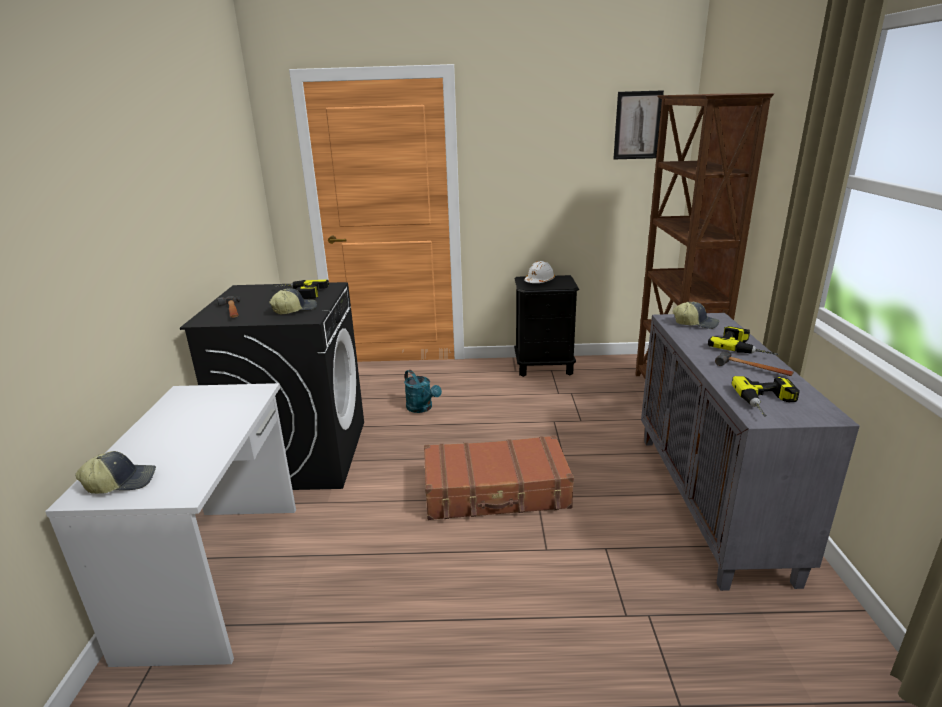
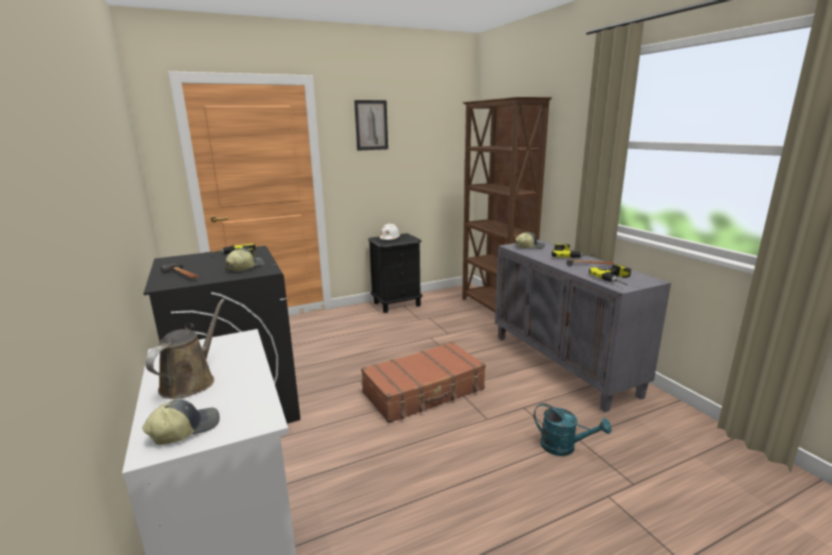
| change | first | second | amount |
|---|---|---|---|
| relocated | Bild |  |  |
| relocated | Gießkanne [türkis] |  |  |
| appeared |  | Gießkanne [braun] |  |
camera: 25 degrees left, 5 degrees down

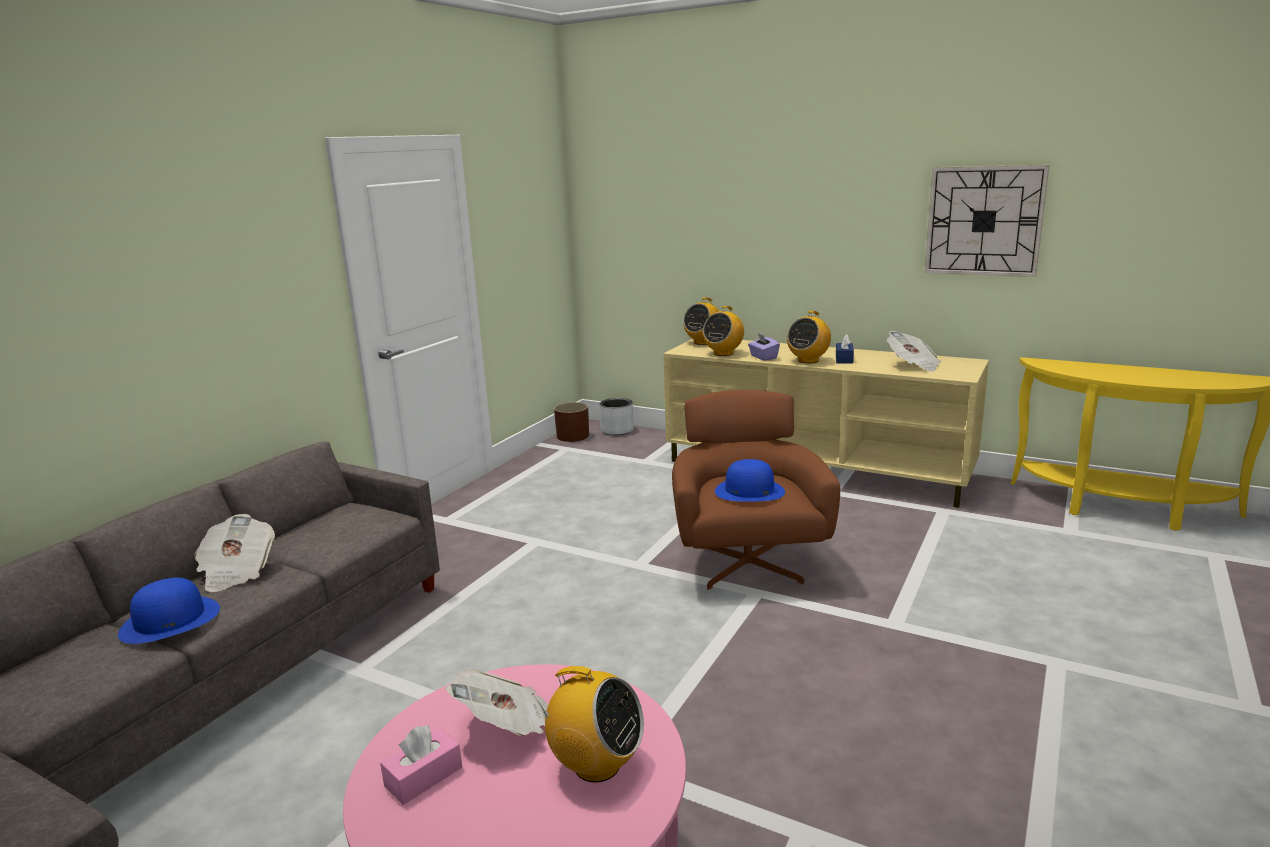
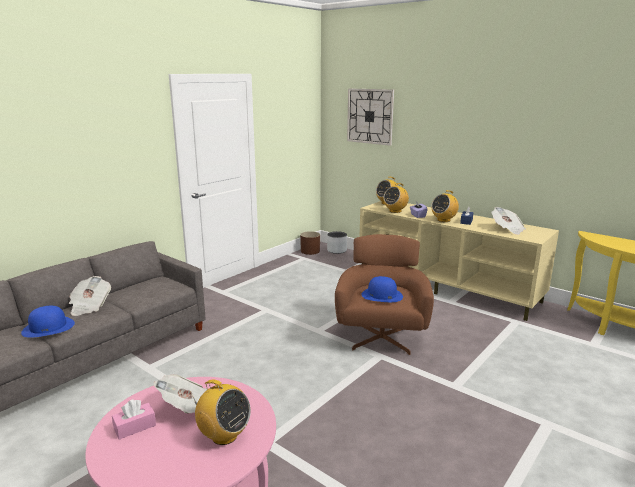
| change | first | second | amount |
|---|---|---|---|
| relocated | Wanduhr |  |  |
camera: 10 degrees right, 0 degrees up

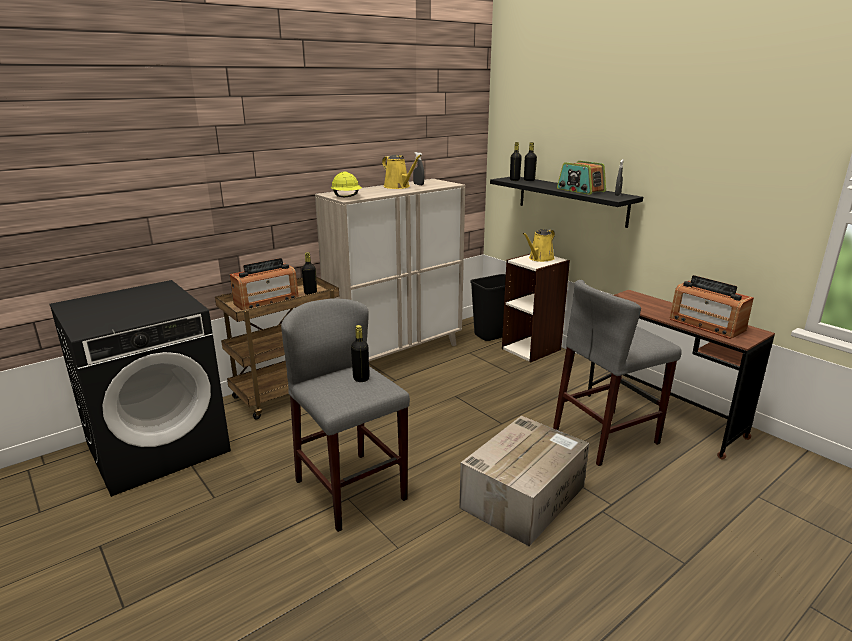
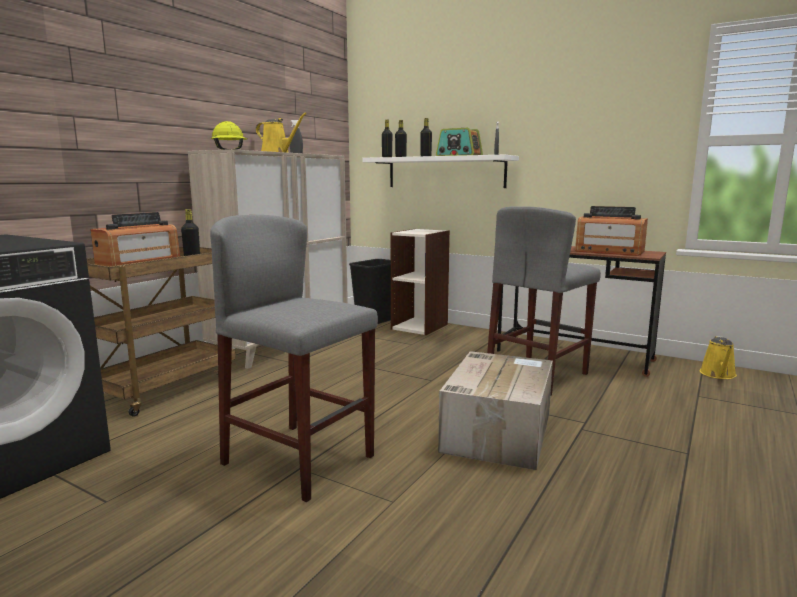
| change | first | second | amount |
|---|---|---|---|
| colour | Wandregal [schwarz] | Wandregal [weiß] |  |
| relocated | Gießkanne [gelb] (no. 2 from left) |  |  |
| relocated | Flasche [schwarz] (no. 2 from left in the first image) | Flasche [schwarz] (no. 4 from left) |  |
camera: 20 degrees left, 10 degrees down

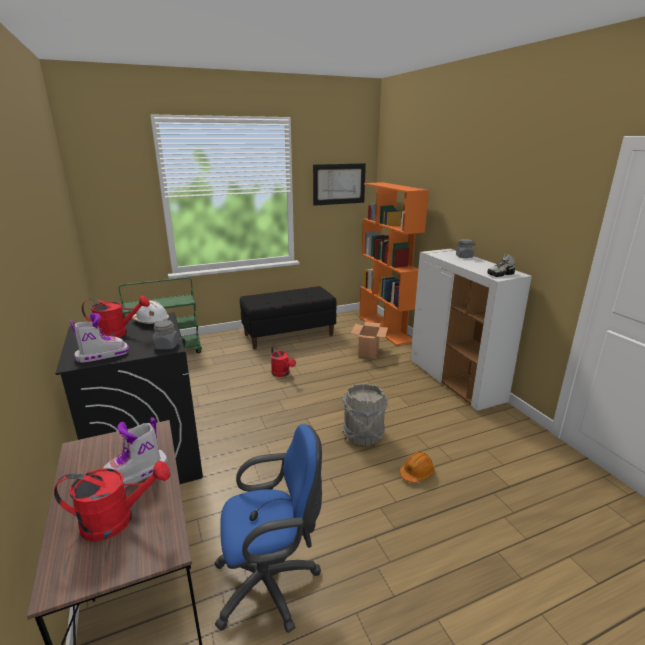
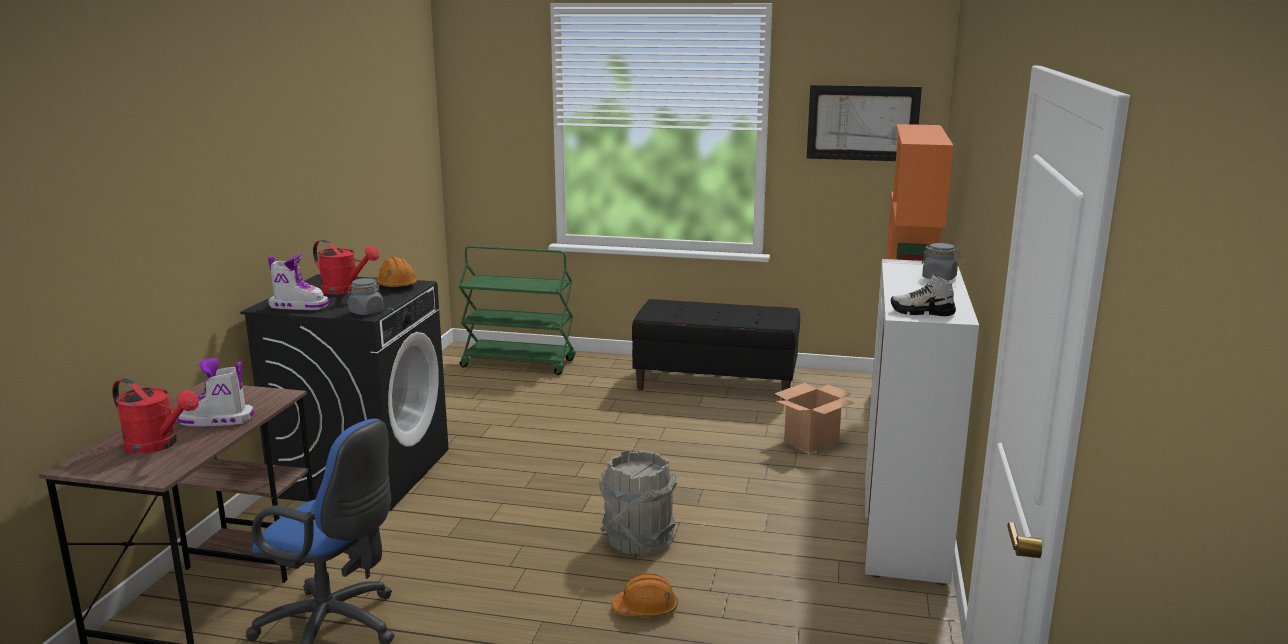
| change | first | second | amount |
|---|---|---|---|
| colour | Schutzhelm [weiß] | Schutzhelm [orange] (no. 1 from left) |  |
| missing | Gießkanne [rot] (no. 3 from left) |  |  |
camera: 35 degrees right, 5 degrees down

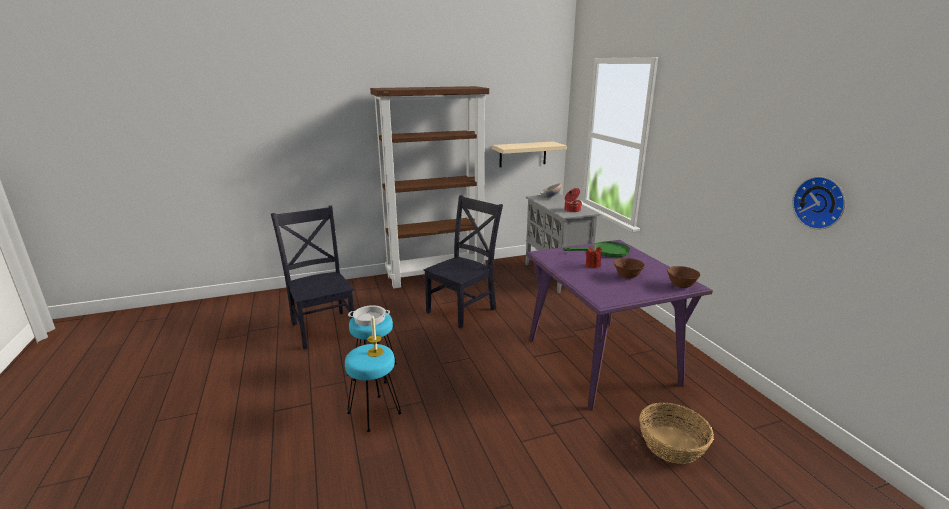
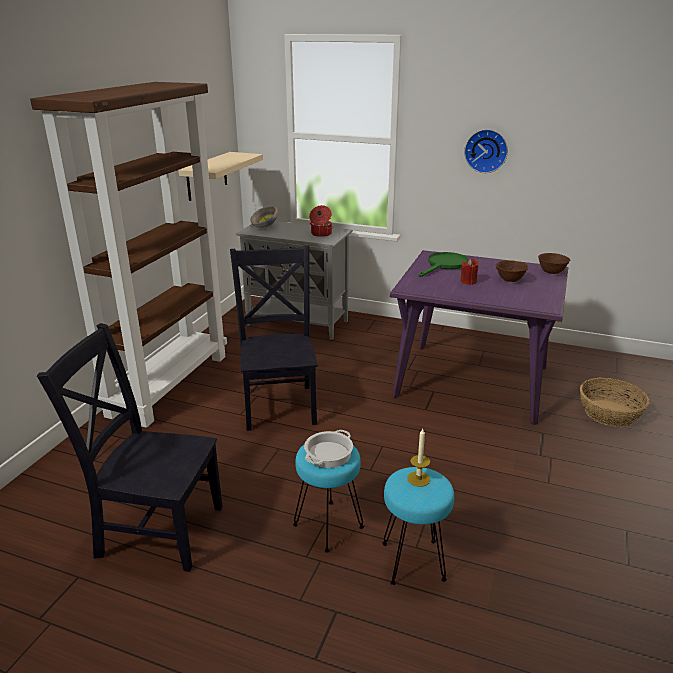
| change | first | second | amount |
|---|---|---|---|
| relocated | Wanduhr |  |  |
camera: 50 degrees left, 5 degrees up

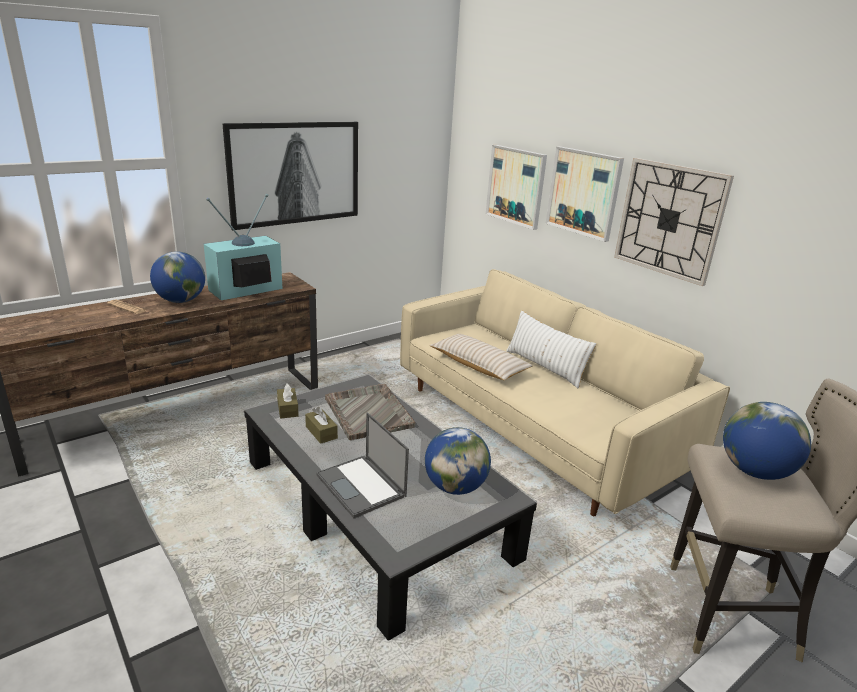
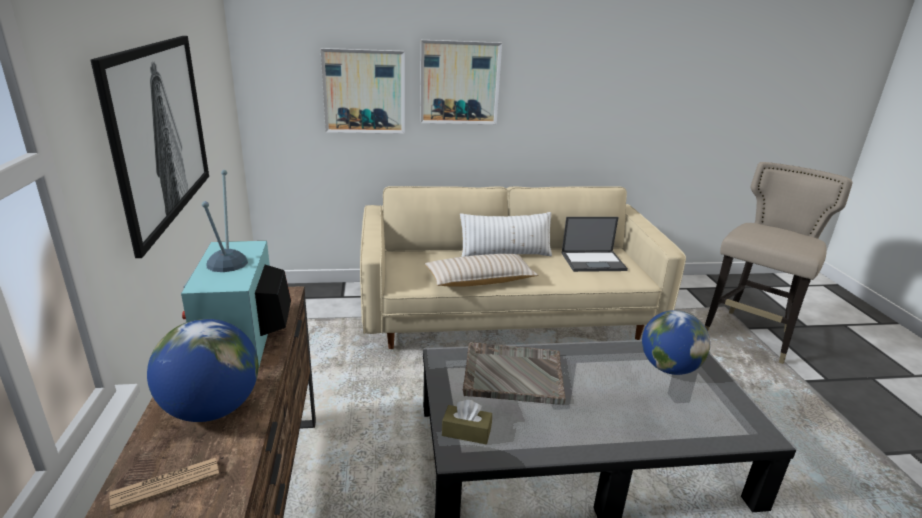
| change | first | second | amount |
|---|---|---|---|
| missing | Wanduhr |  |  |
| missing | Globus (no. 3 from left) |  |  |
| missing | Taschentuchbox [braun] (no. 2 from left) |  |  |
| relocated | Laptop |  |  |
camera: 60 degrees left, 0 degrees up

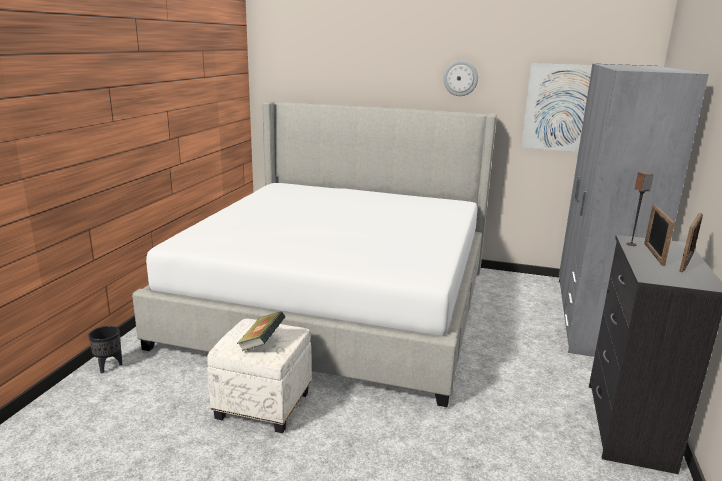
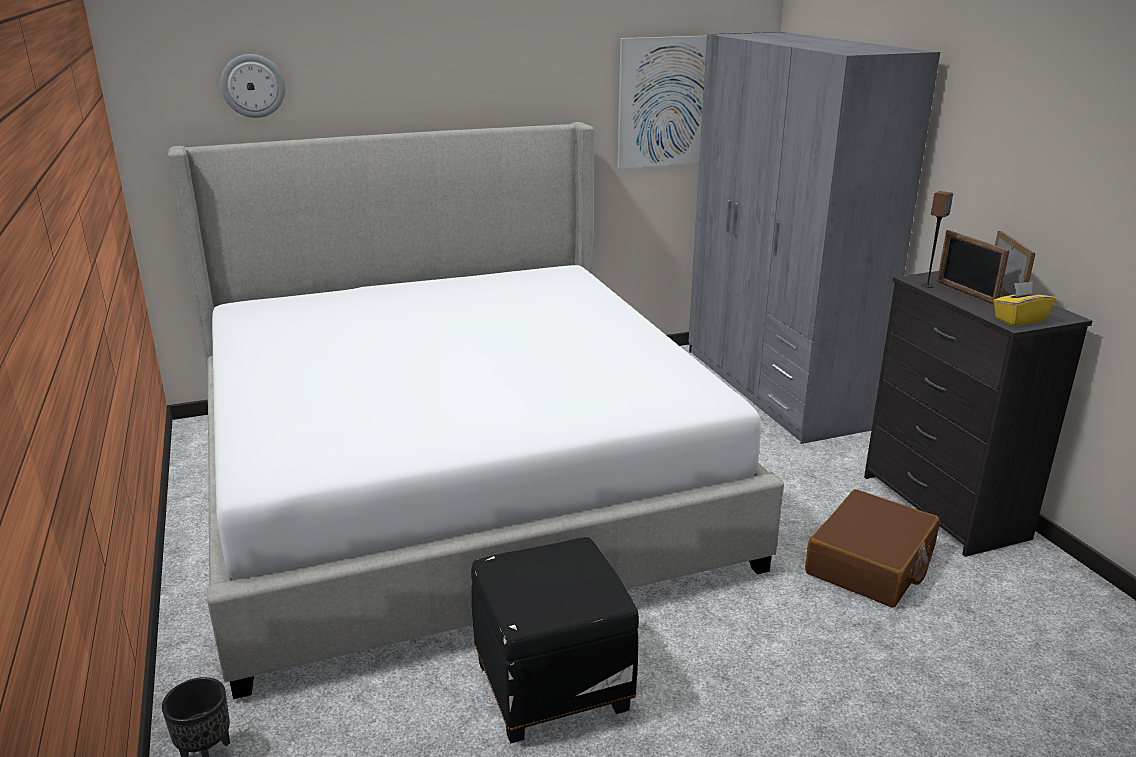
| change | first | second | amount |
|---|---|---|---|
| relocated | Wanduhr |  |  |
| missing | Buch |  |  |
| colour | Polsterhocker [weiß] | Polsterhocker [schwarz] |  |
| appeared |  | Taschentuchbox [gelb] |  |
| appeared |  | Koffer [braun] |  |
camera: 35 degrees left, 5 degrees up

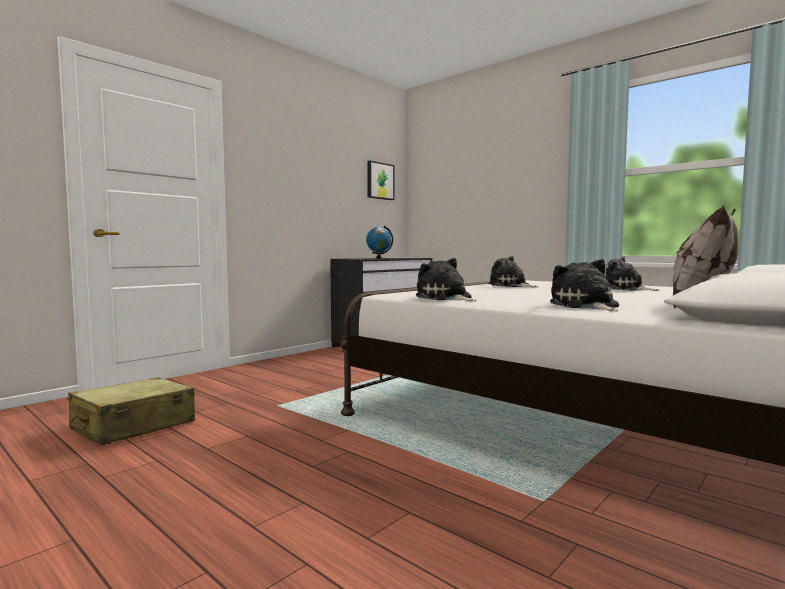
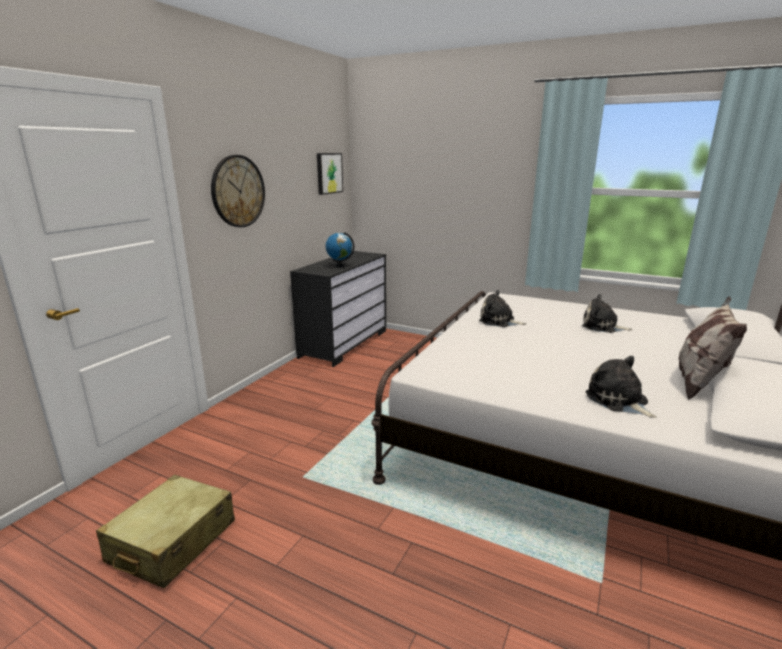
| change | first | second | amount |
|---|---|---|---|
| missing | Plüschtier (no. 1 from left) |  |  |
| appeared |  | Wanduhr |  |
camera: 15 degrees left, 15 degrees up

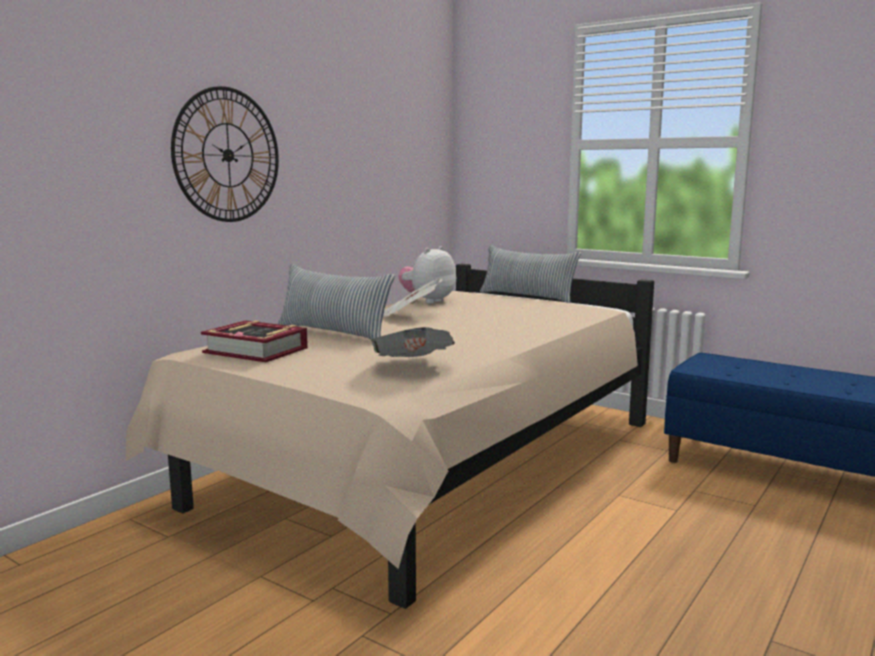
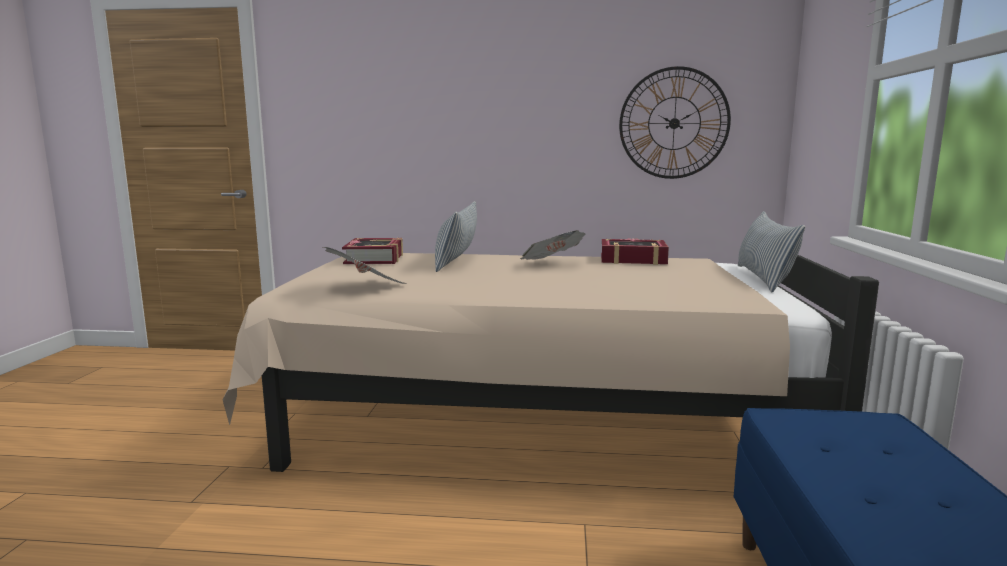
| change | first | second | amount |
|---|---|---|---|
| relocated | Wanduhr |  |  |
| exchanged | Plüschtier | Buch (no. 2 from left) |  |
camera: 60 degrees right, 0 degrees up

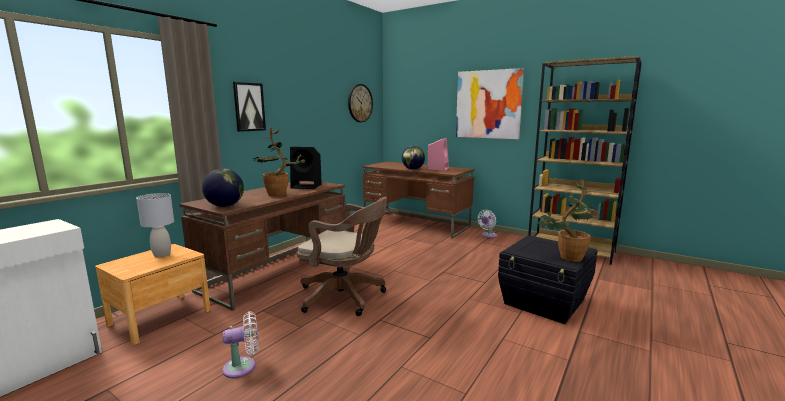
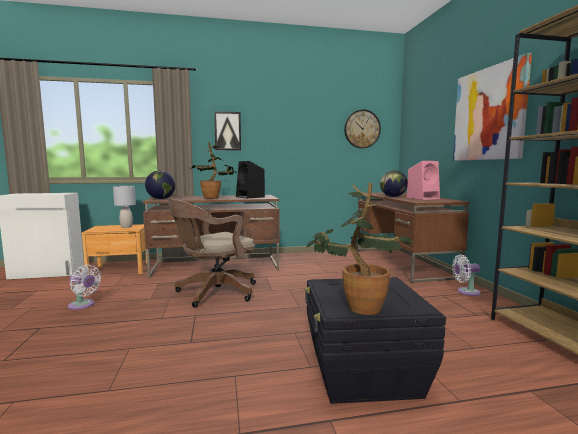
| change | first | second | amount |
|---|---|---|---|
| spun | Bürostuhl [braun] |  | 75 degrees clockwise |
camera: 45 degrees right, 5 degrees down

